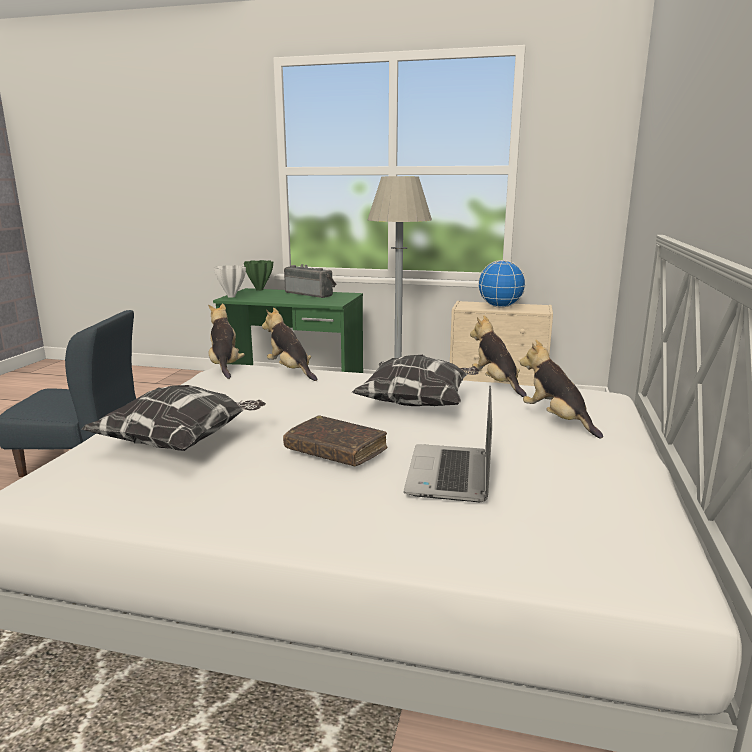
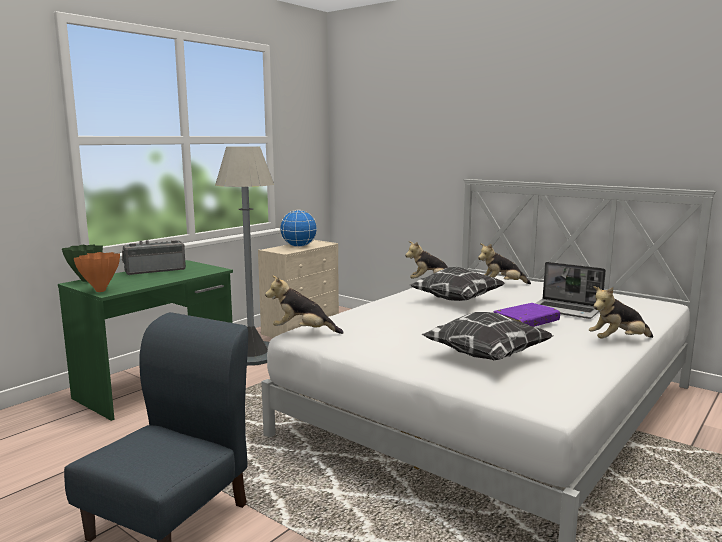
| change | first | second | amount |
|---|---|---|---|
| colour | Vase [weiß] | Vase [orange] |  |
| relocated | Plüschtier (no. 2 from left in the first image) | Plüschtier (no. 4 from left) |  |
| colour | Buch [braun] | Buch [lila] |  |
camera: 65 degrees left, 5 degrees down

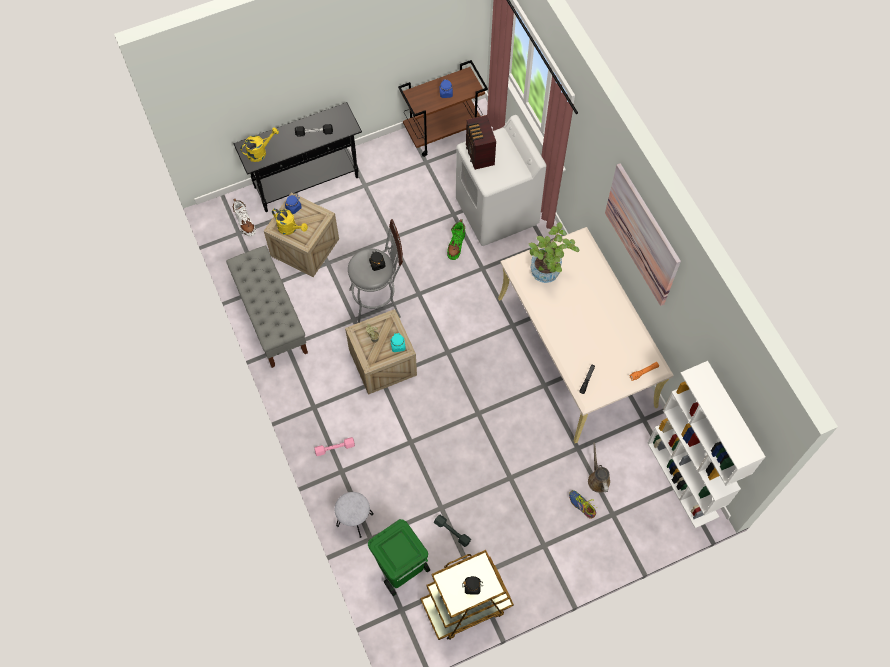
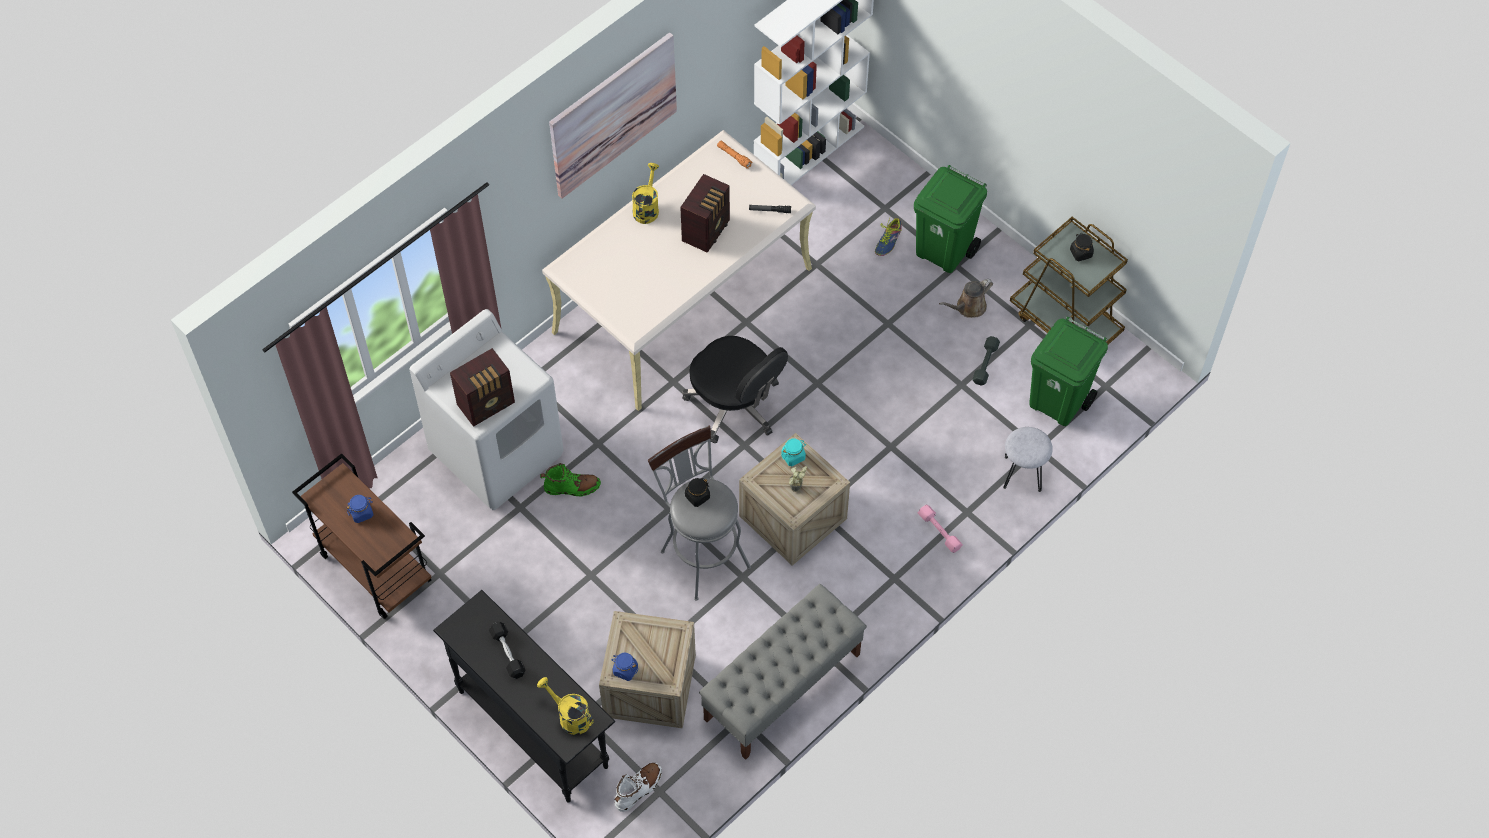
| change | first | second | amount |
|---|---|---|---|
| relocated | Gießkanne [gelb] (no. 2 from left) |  |  |
| missing | Topfpflanze (no. 2 from left) |  |  |
| relocated | Gießkanne [braun] |  |  |
| appeared |  | Mülleimer [grün] (no. 1 from left) |  |
| appeared |  | Radio (no. 2 from left) |  |
| appeared |  | Bürostuhl [schwarz] |  |
camera: 110 degrees left, 5 degrees down

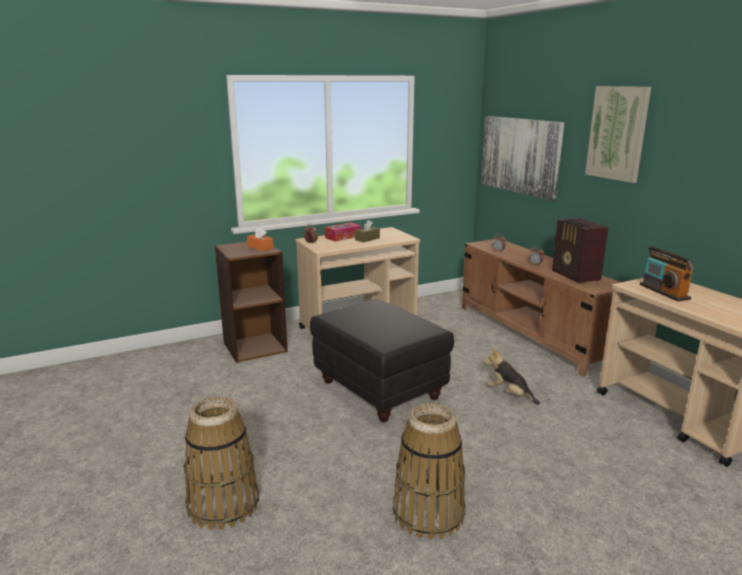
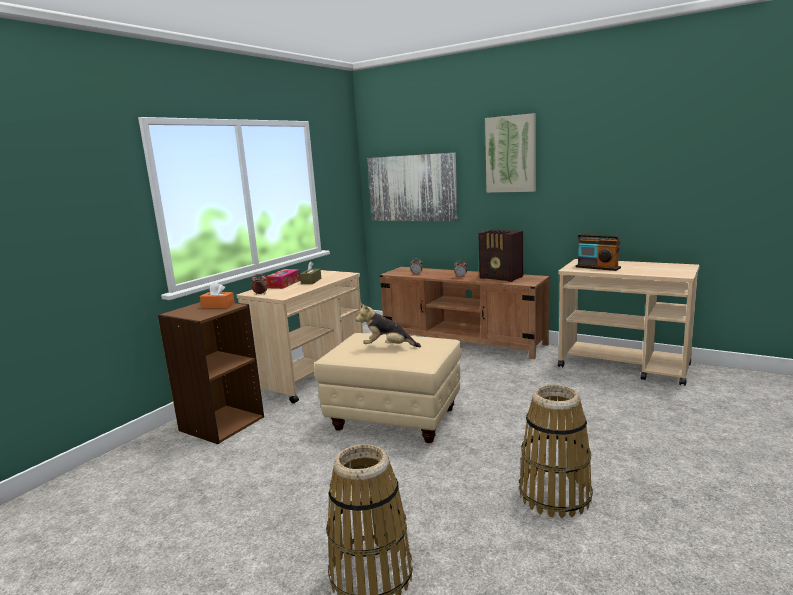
| change | first | second | amount |
|---|---|---|---|
| colour | Polsterhocker [schwarz] | Polsterhocker [beige] |  |
| relocated | Plüschtier |  |  |
camera: 30 degrees left, 5 degrees down

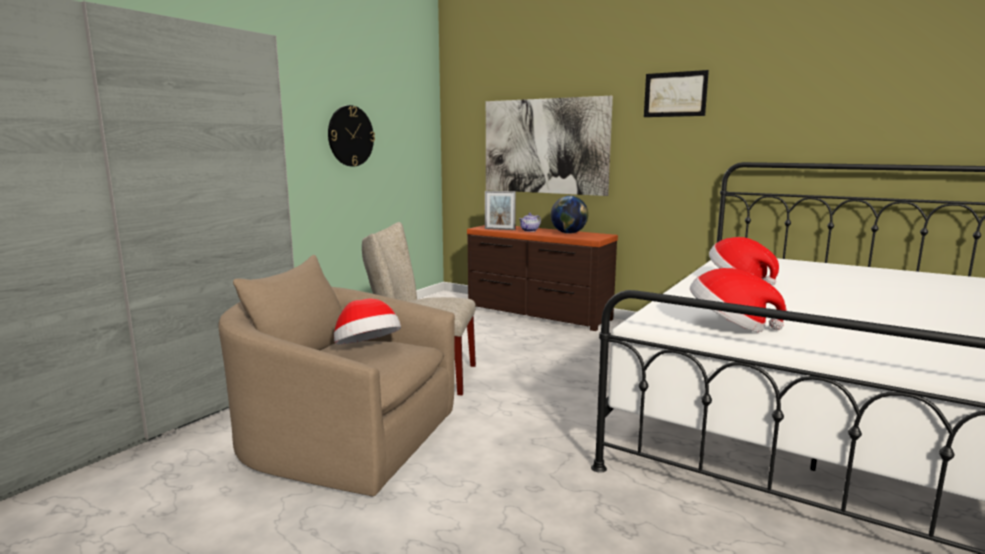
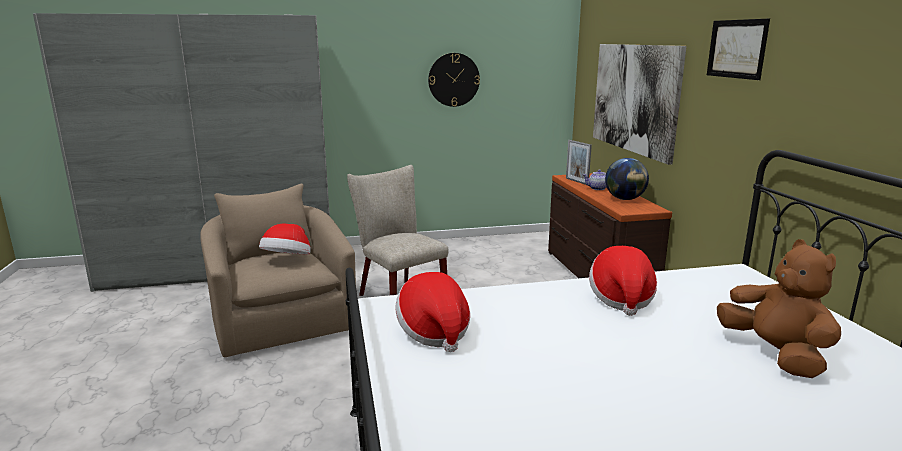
| change | first | second | amount |
|---|---|---|---|
| appeared |  | Plüschtier [braun] |  |
camera: 45 degrees right, 5 degrees up

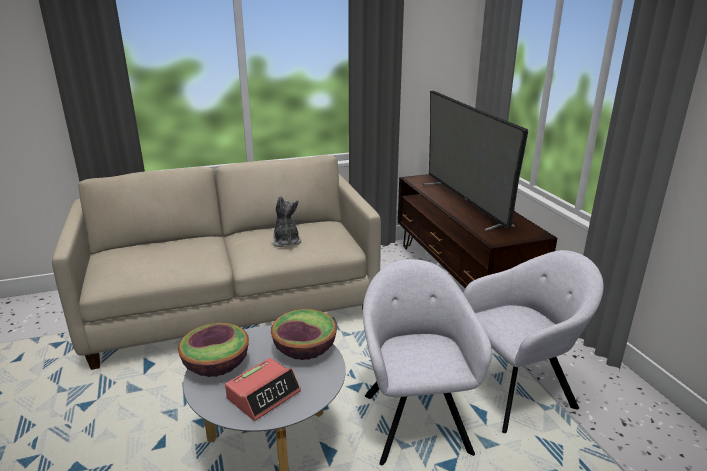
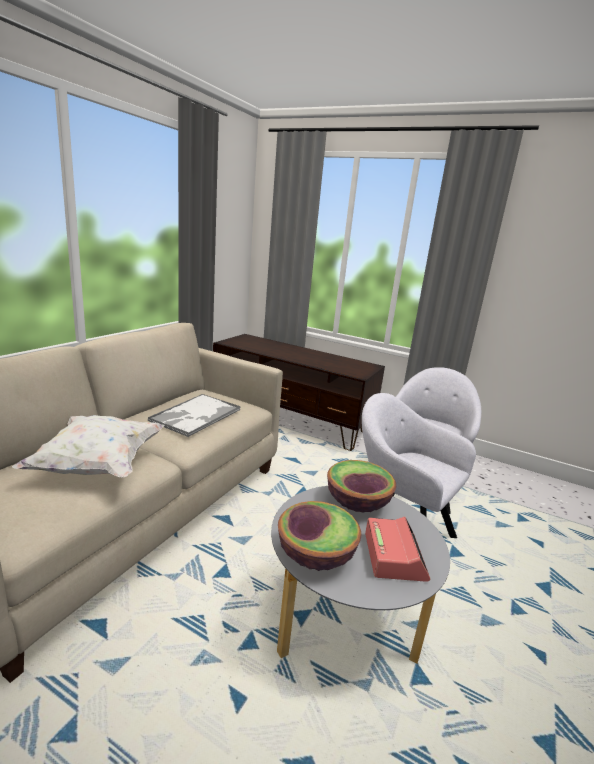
| change | first | second | amount |
|---|---|---|---|
| missing | Fernseher |  |  |
| exchanged | Plüschtier | Tablett |  |
| appeared |  | Kissen [weiß] |  |
camera: 45 degrees left, 5 degrees down

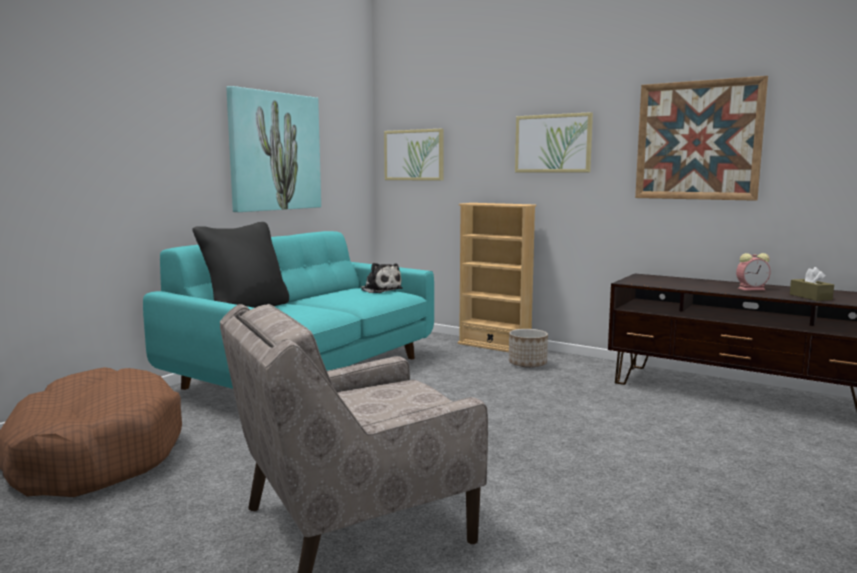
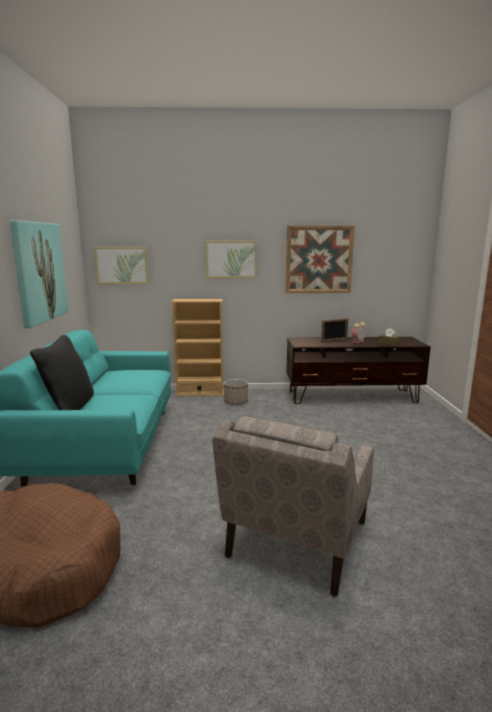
| change | first | second | amount |
|---|---|---|---|
| missing | Plüschtier |  |  |
| appeared |  | Bilderrahmen |  |
camera: 35 degrees left, 5 degrees up

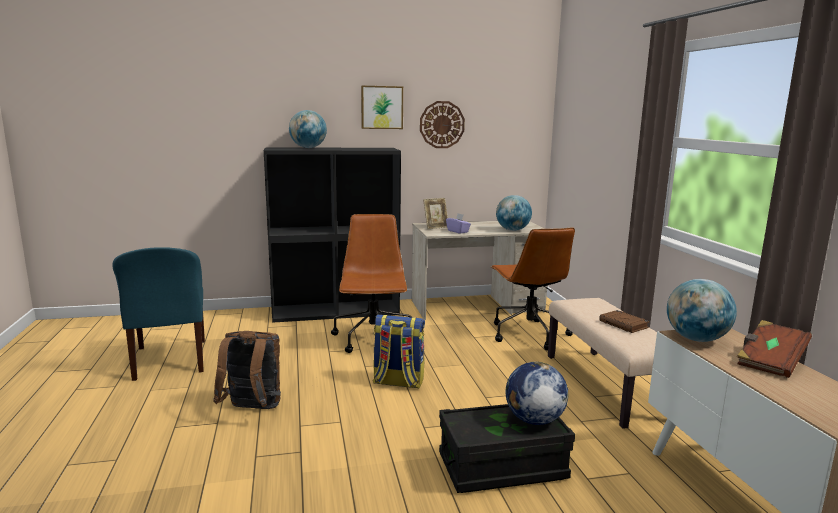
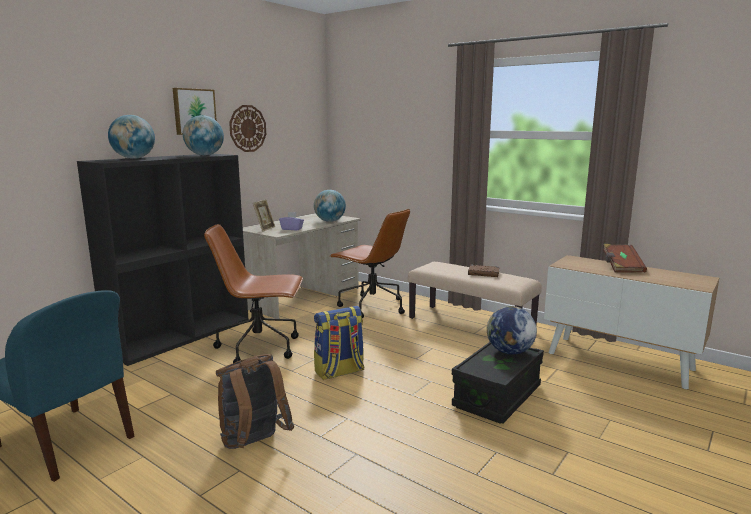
| change | first | second | amount |
|---|---|---|---|
| spun | Bürostuhl [braun] (no. 1 from left) |  | 45 degrees counterclockwise |
| relocated | Globus (no. 4 from left in the first image) | Globus (no. 2 from left) |  |
camera: 40 degrees left, 0 degrees up

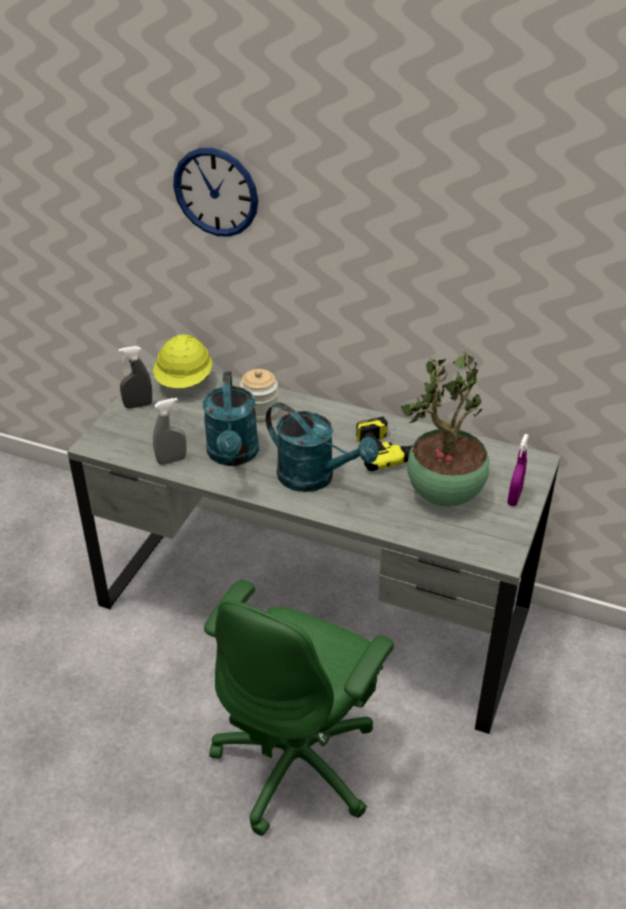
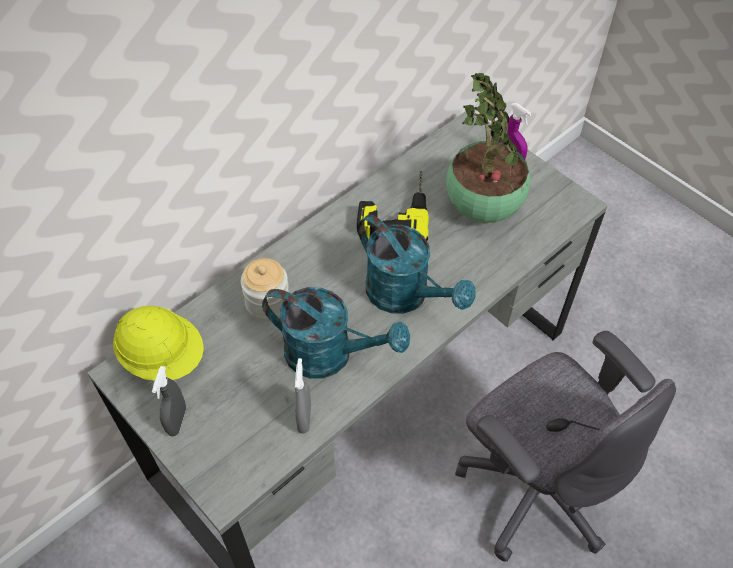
| change | first | second | amount |
|---|---|---|---|
| missing | Wanduhr |  |  |
| spun | Gießkanne [türkis] (no. 2 from left) |  | 75 degrees clockwise |
| colour | Bürostuhl [grün] | Bürostuhl [grau] |  |
camera: 65 degrees left, 15 degrees up

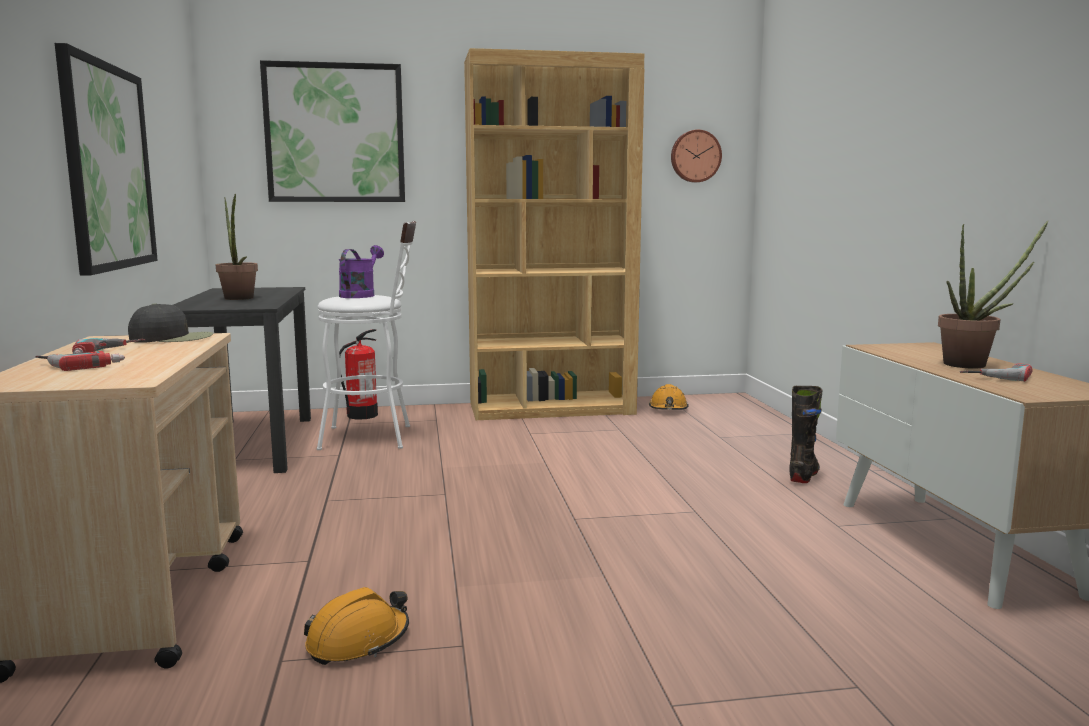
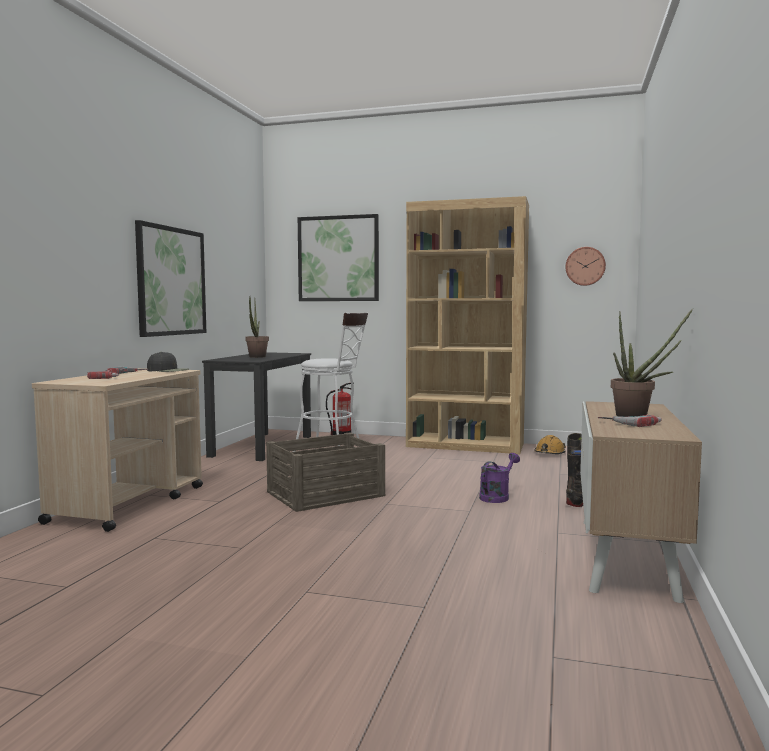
| change | first | second | amount |
|---|---|---|---|
| relocated | Gießkanne [lila] |  |  |
| missing | Schutzhelm [orange] (no. 1 from left) |  |  |
| appeared |  | Kiste |  |
camera: 25 degrees right, 5 degrees down

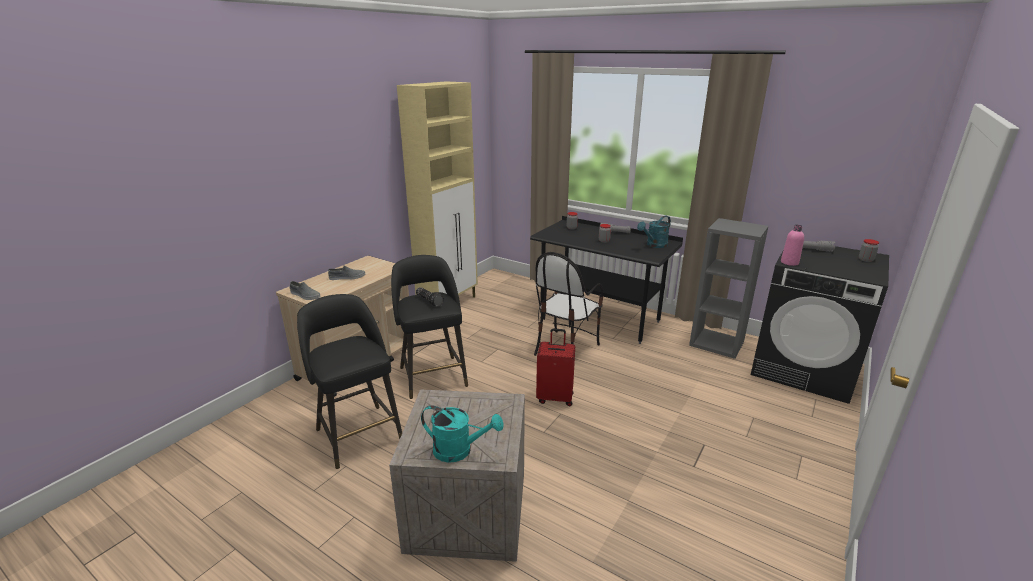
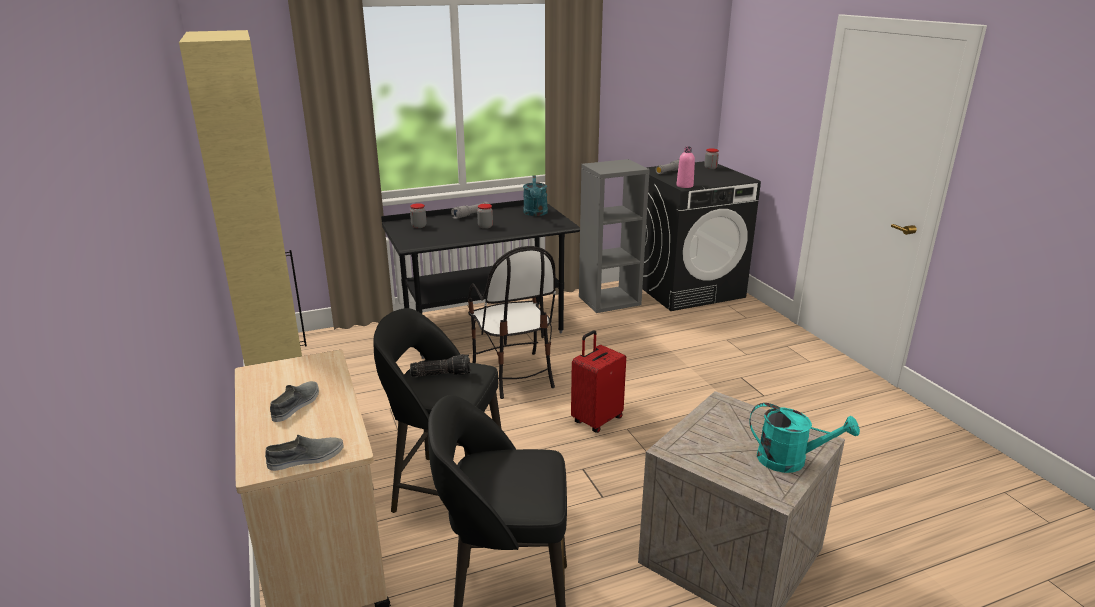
| change | first | second | amount |
|---|---|---|---|
| spun | Gießkanne [türkis] (no. 1 from left in the first image) | Gießkanne [türkis] (no. 2 from left) | 60 degrees clockwise |
camera: 55 degrees left, 0 degrees up

